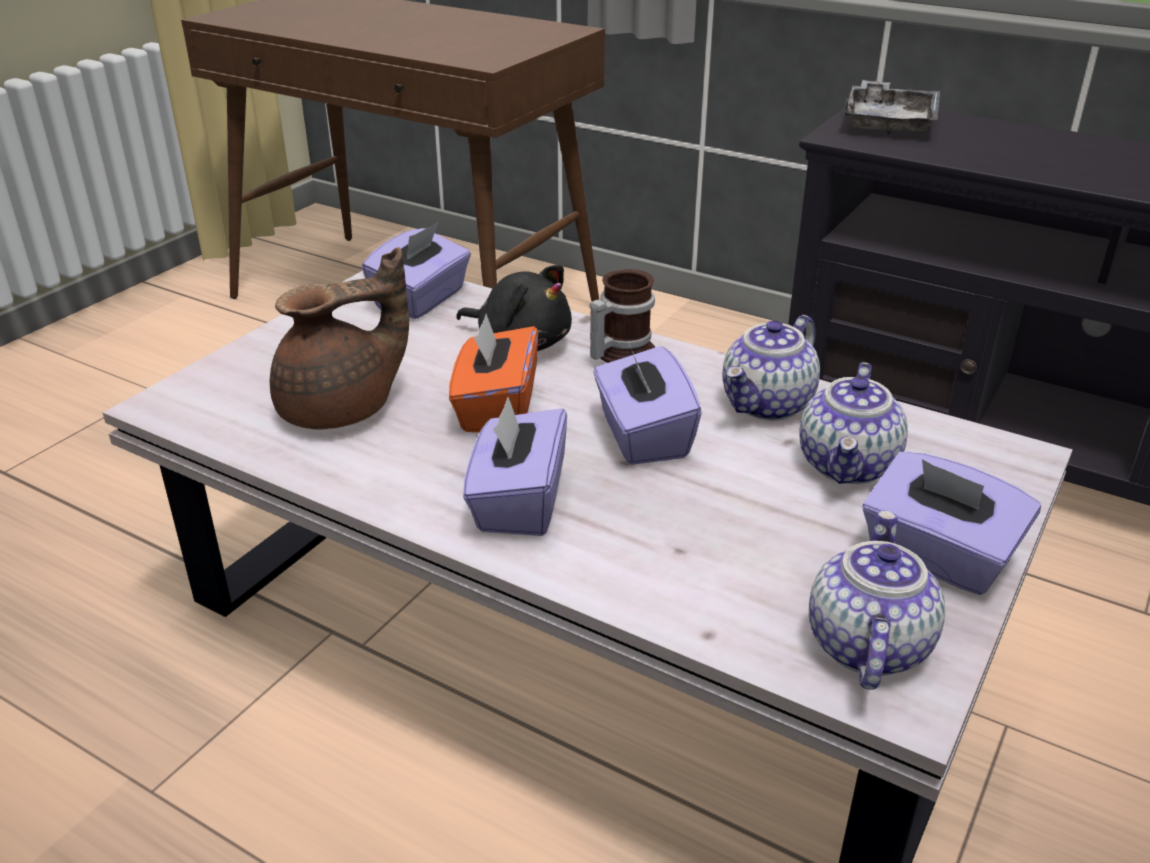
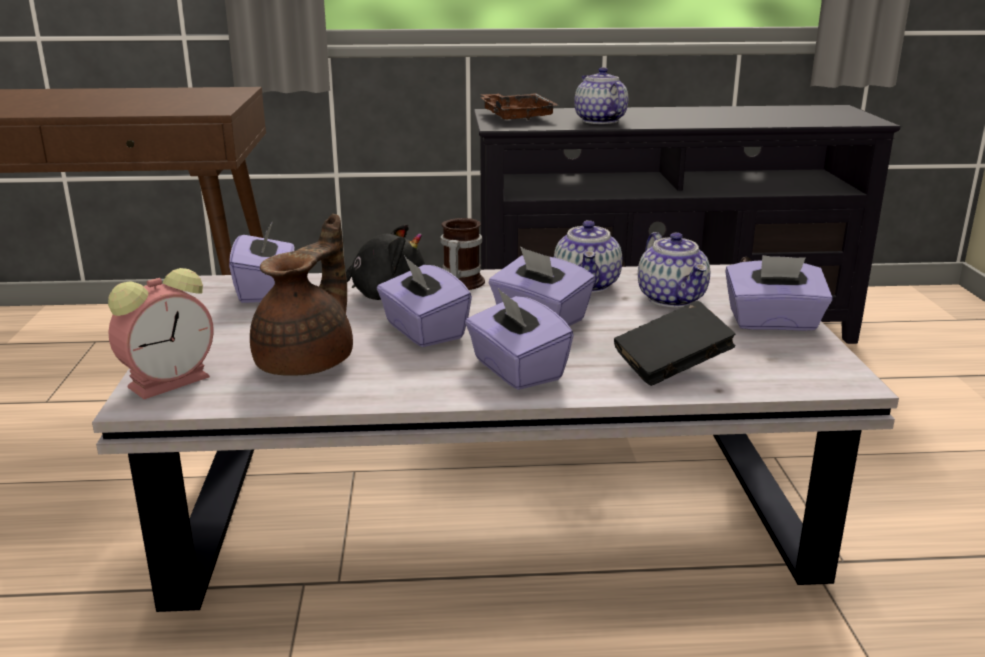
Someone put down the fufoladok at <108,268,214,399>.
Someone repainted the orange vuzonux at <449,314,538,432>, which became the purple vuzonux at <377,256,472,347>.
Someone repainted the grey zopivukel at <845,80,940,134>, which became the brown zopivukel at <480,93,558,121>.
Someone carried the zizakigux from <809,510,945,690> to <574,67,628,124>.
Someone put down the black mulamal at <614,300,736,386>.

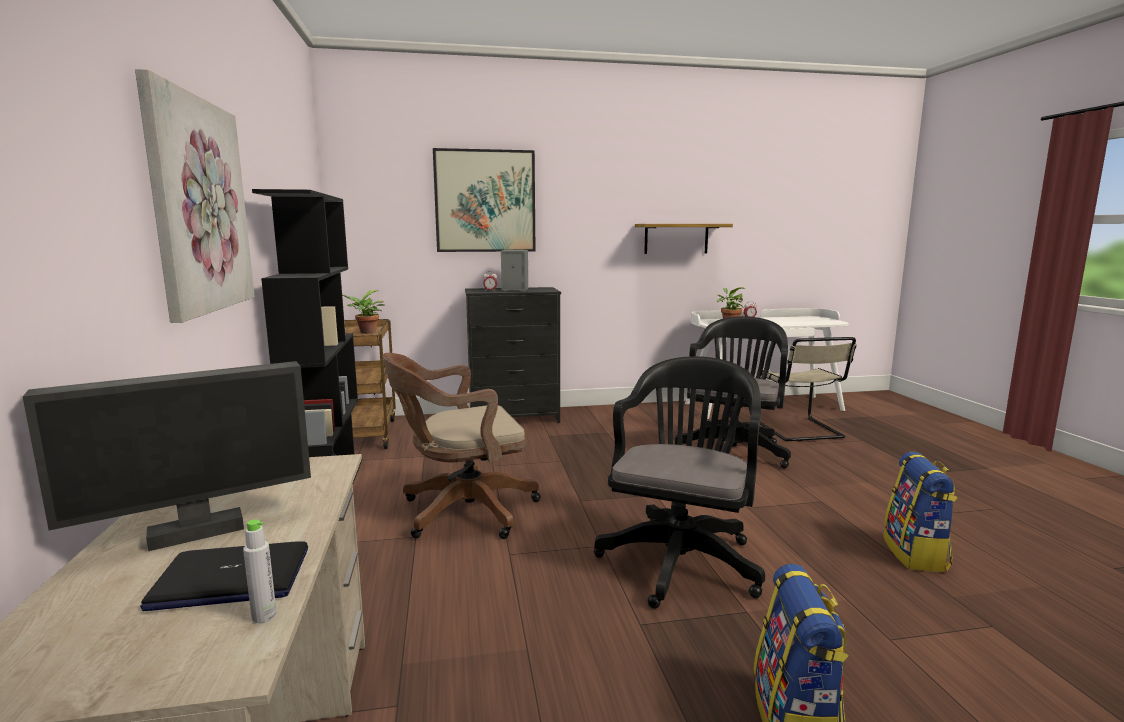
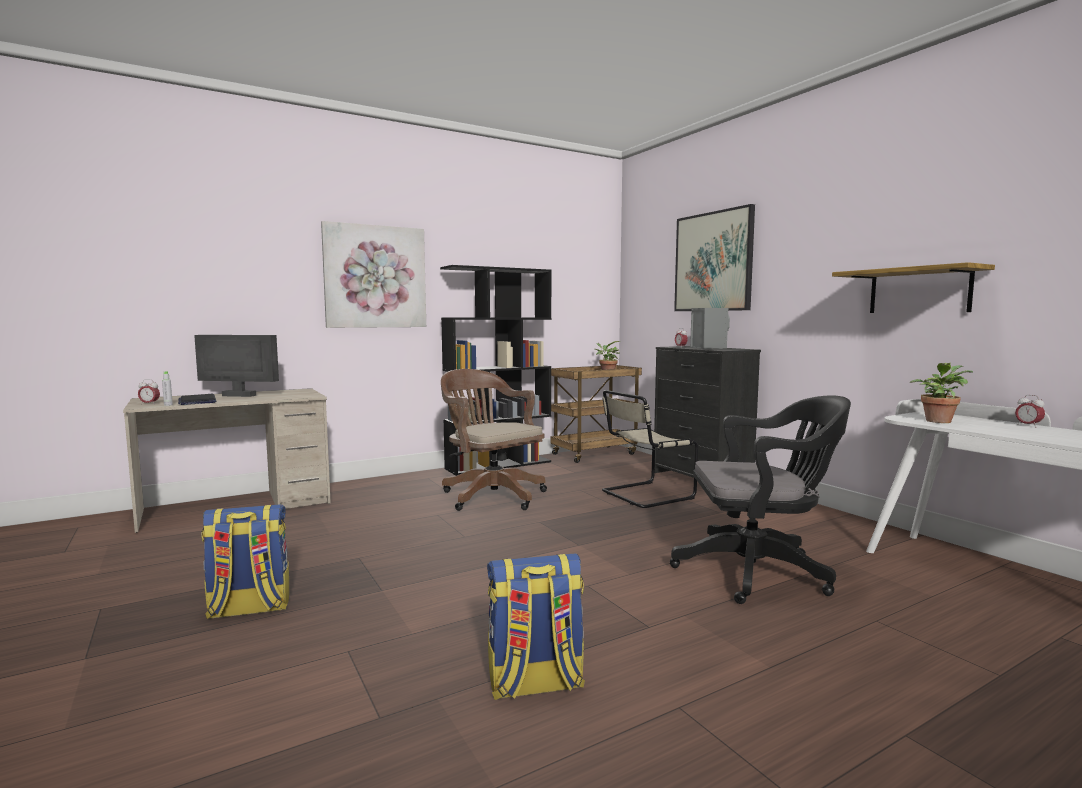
Someone put down the fufoladok at <138,379,160,405>.
Someone rotated the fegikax at <22,361,311,551> by 150 degrees clockwise.
Someone carried the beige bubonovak from <760,337,856,441> to <602,390,698,508>.
Someone took away the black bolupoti at <594,356,765,609>.

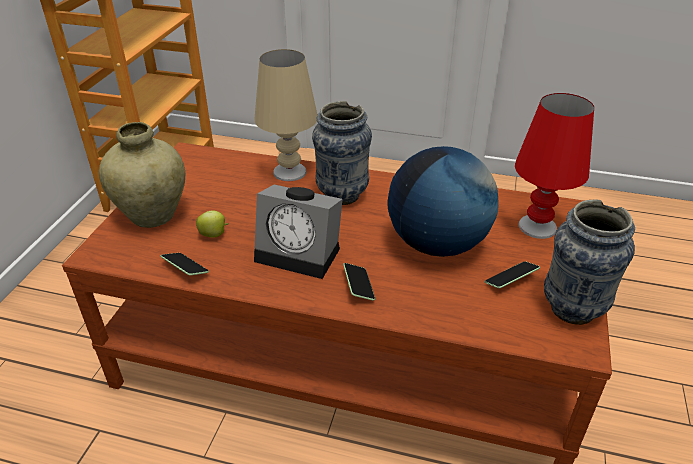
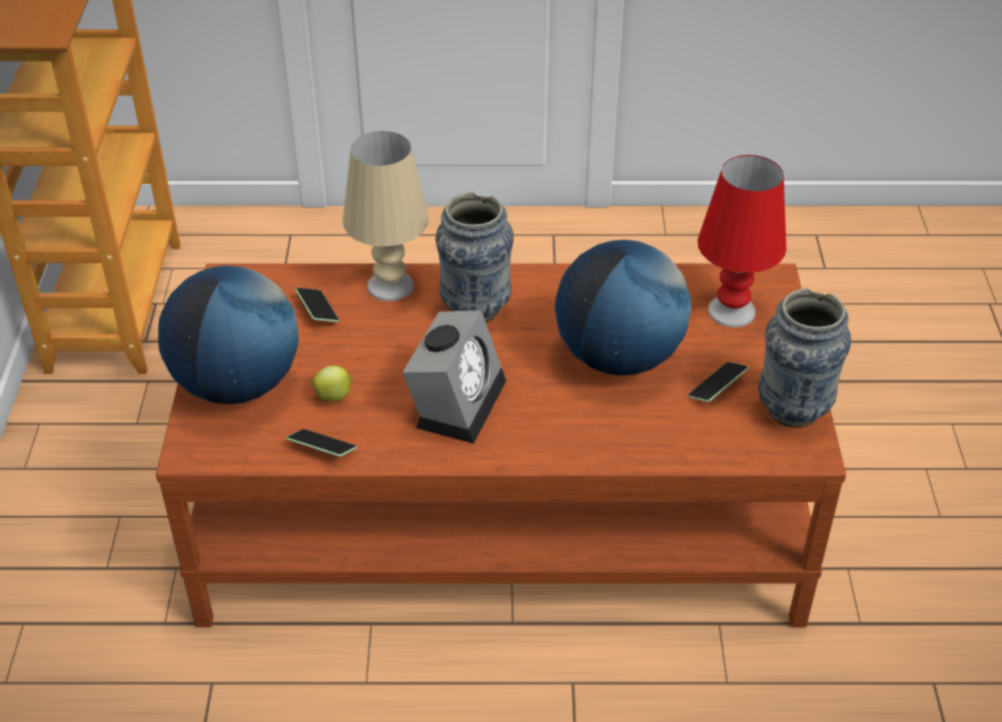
Someone swapped the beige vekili at <99,122,185,228> for the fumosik at <158,266,298,404>.
Someone carried the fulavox from <343,263,375,301> to <295,287,339,322>.
Someone rotated the fufoladok at <254,185,342,279> by 75 degrees counterclockwise.

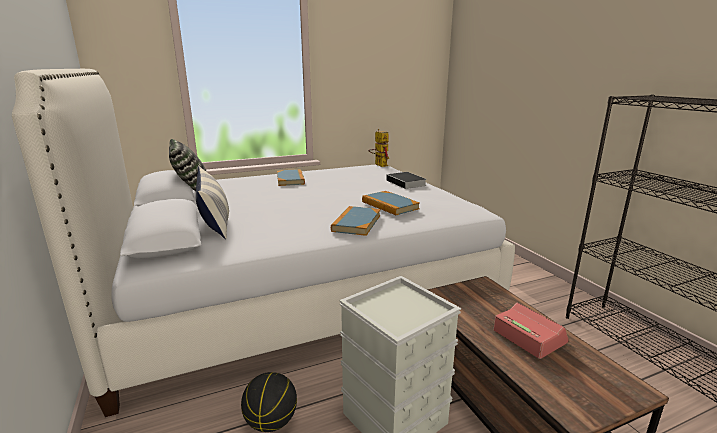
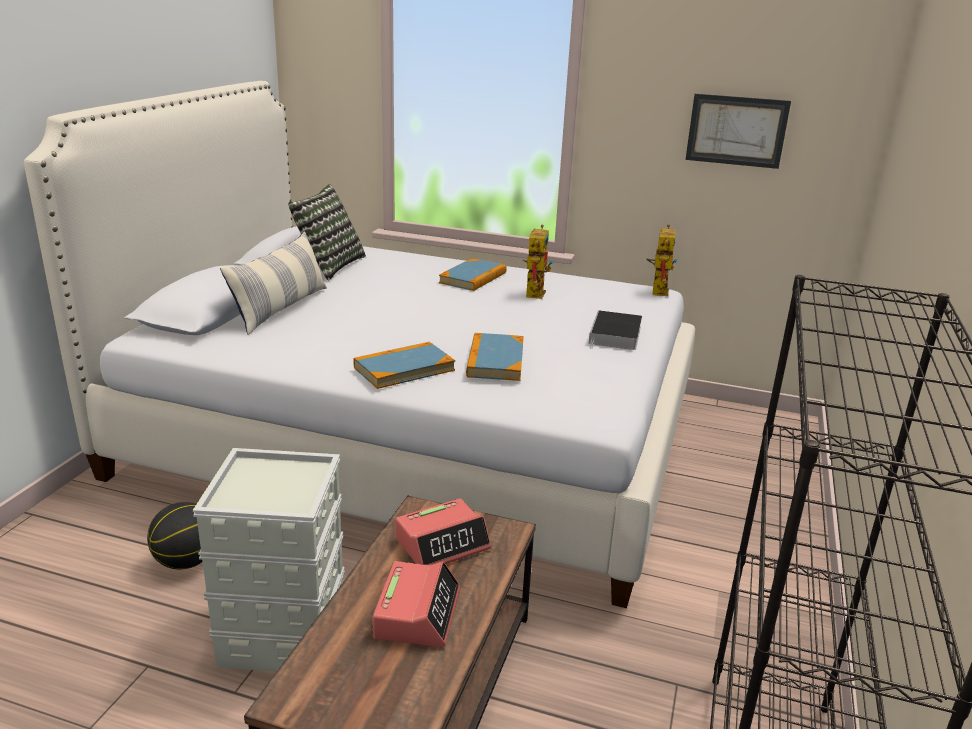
Someone put down the fufoladok at <395,498,491,565>.
Someone put down the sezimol at <523,225,553,299>.
Someone put up the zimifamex at <685,94,791,169>.

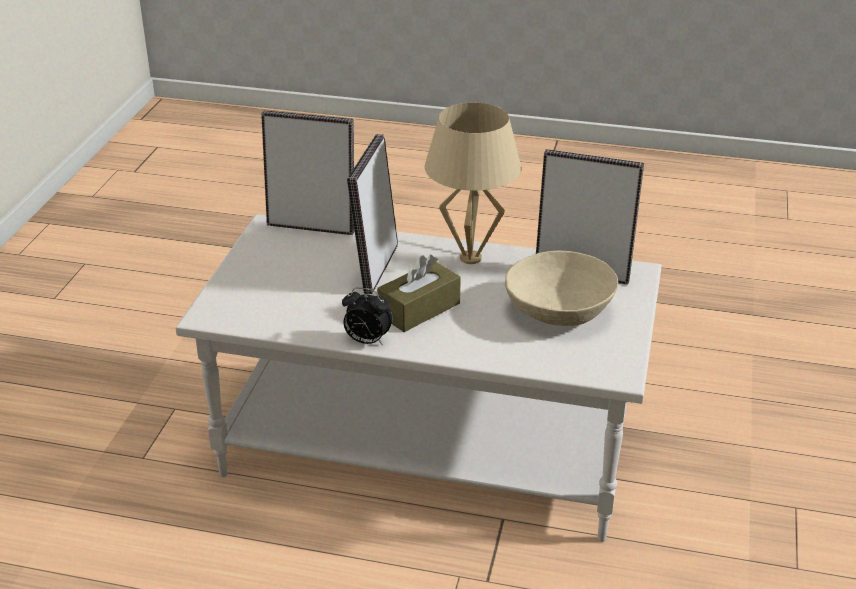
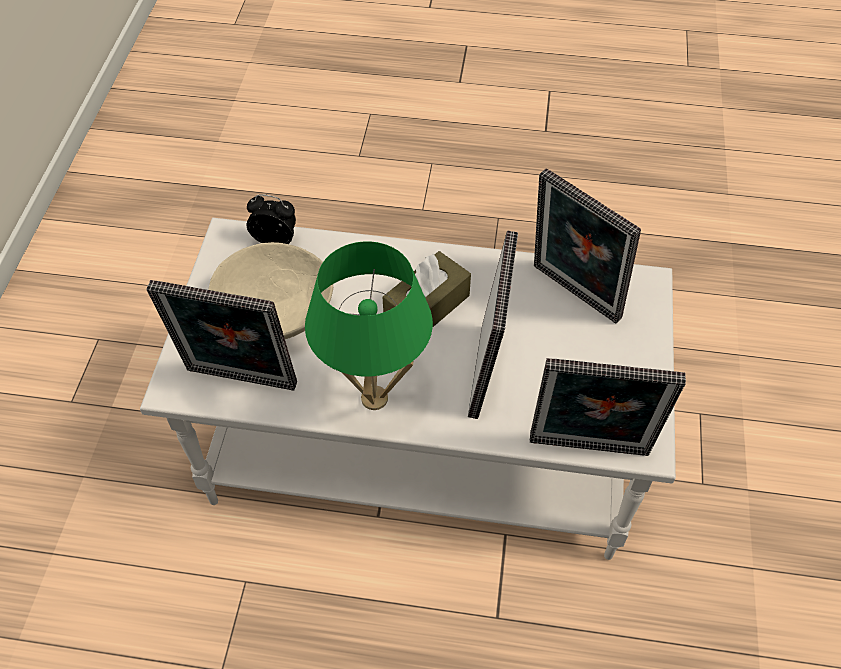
Someone carried the fufoladok from <342,287,393,345> to <247,194,296,244>.
Someone repainted the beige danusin at <425,102,521,264>, which became the green danusin at <305,242,433,410>.
Someone put down the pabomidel at <534,168,641,323>.

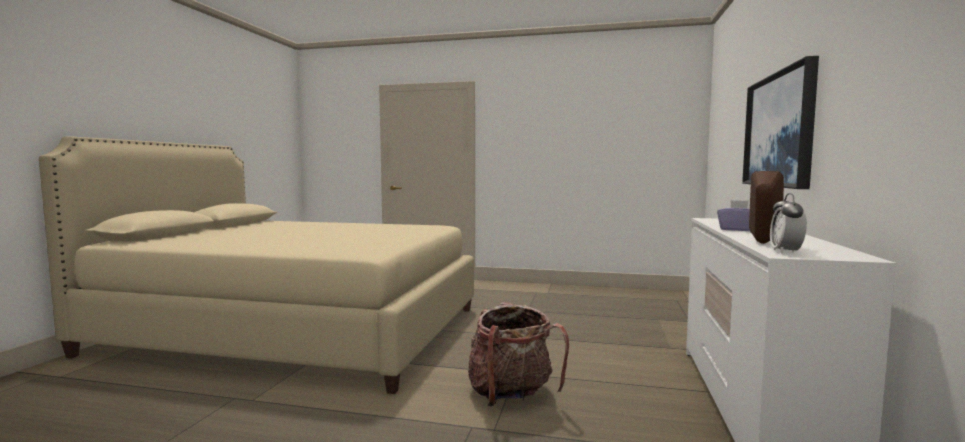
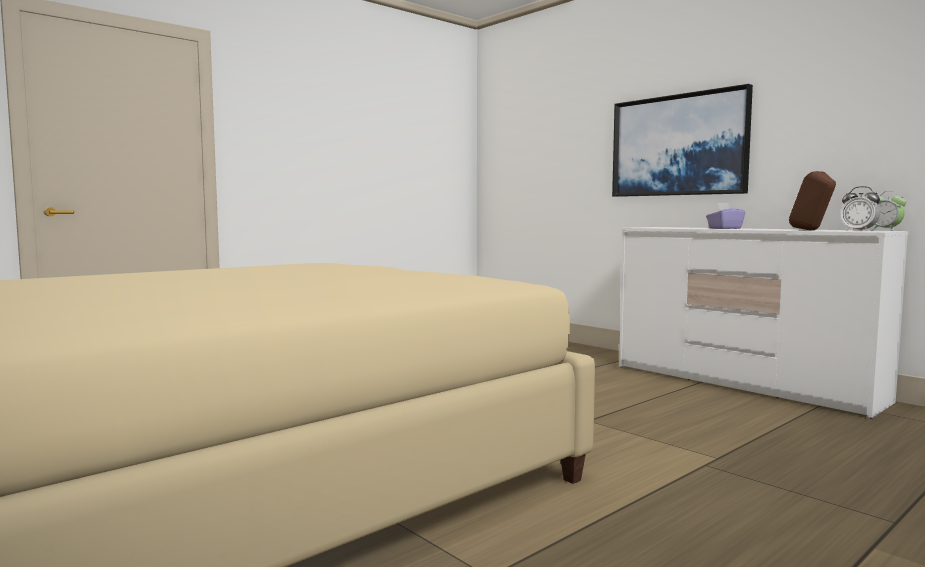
Someone put down the fufoladok at <868,191,906,231>.
Someone took away the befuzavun at <468,302,569,407>.

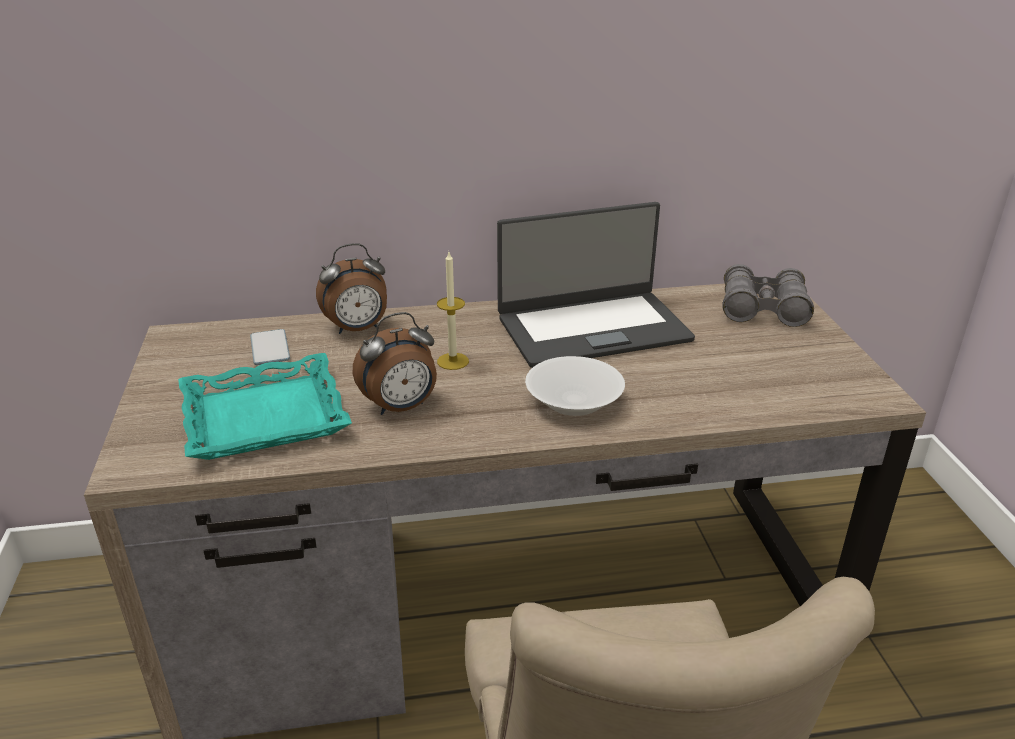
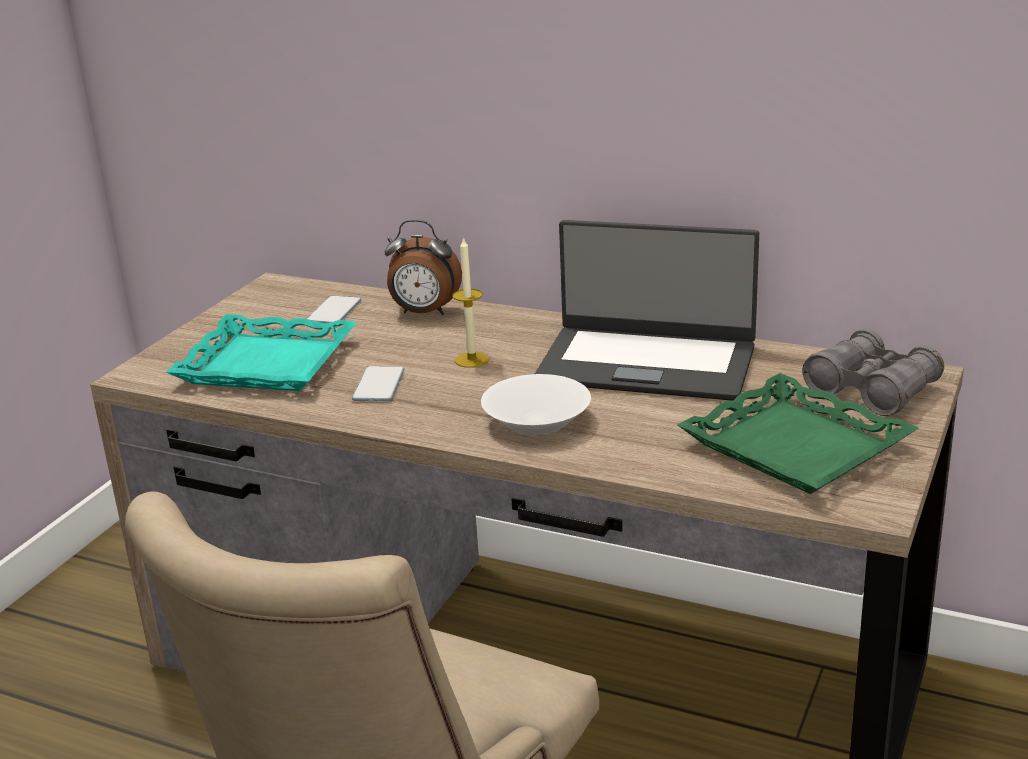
Someone swapped the fufoladok at <353,312,437,415> for the fulavox at <352,366,404,401>.
Someone put down the green zopivukel at <677,373,919,494>.

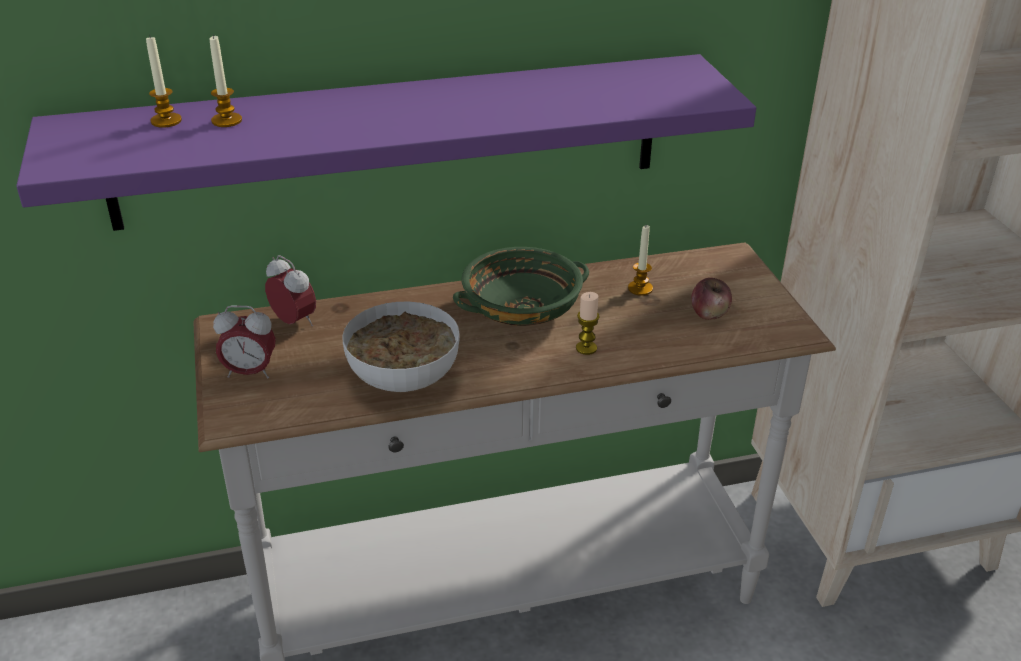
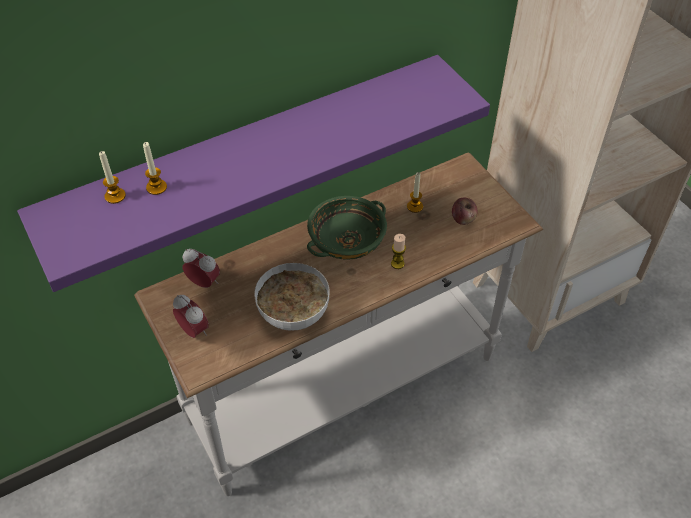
Someone rotated the fufoladok at <213,305,276,379> by 120 degrees counterclockwise.

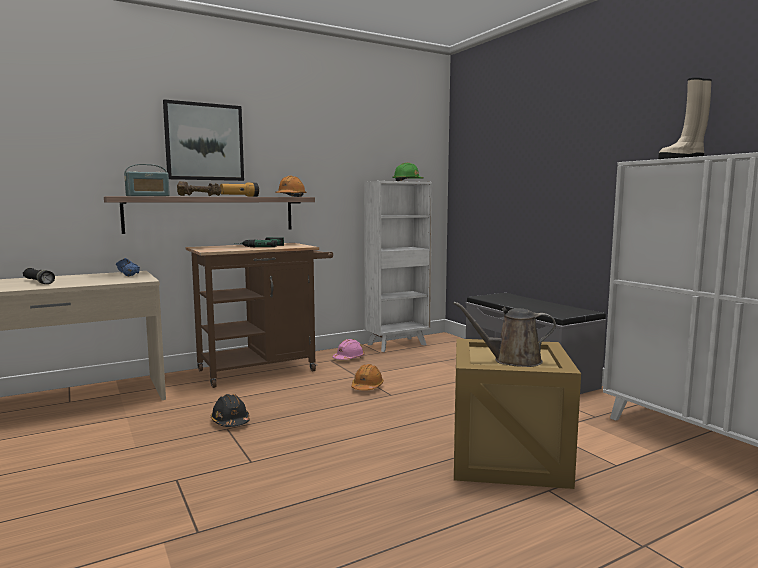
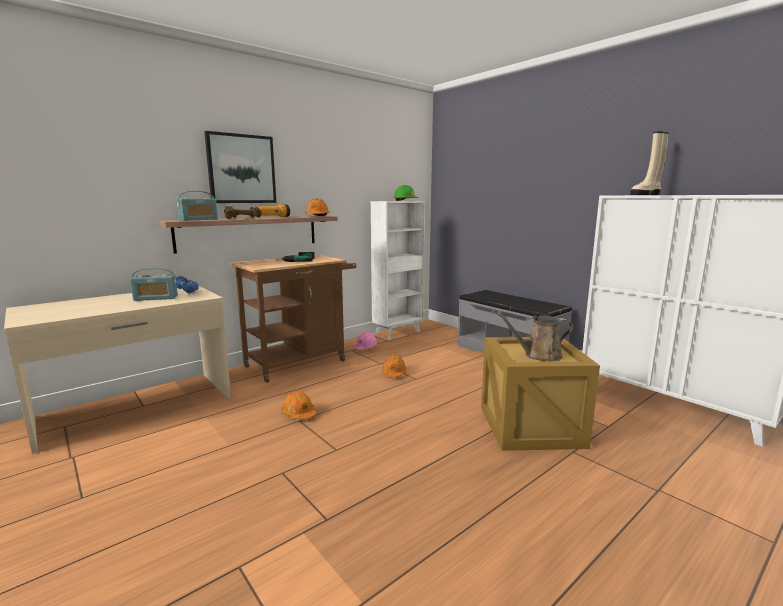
Someone put down the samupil at <130,268,178,301>.
Someone repainted the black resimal at <211,394,250,427>, which became the orange resimal at <281,391,317,420>.
Someone took away the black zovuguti at <23,268,55,284>.

